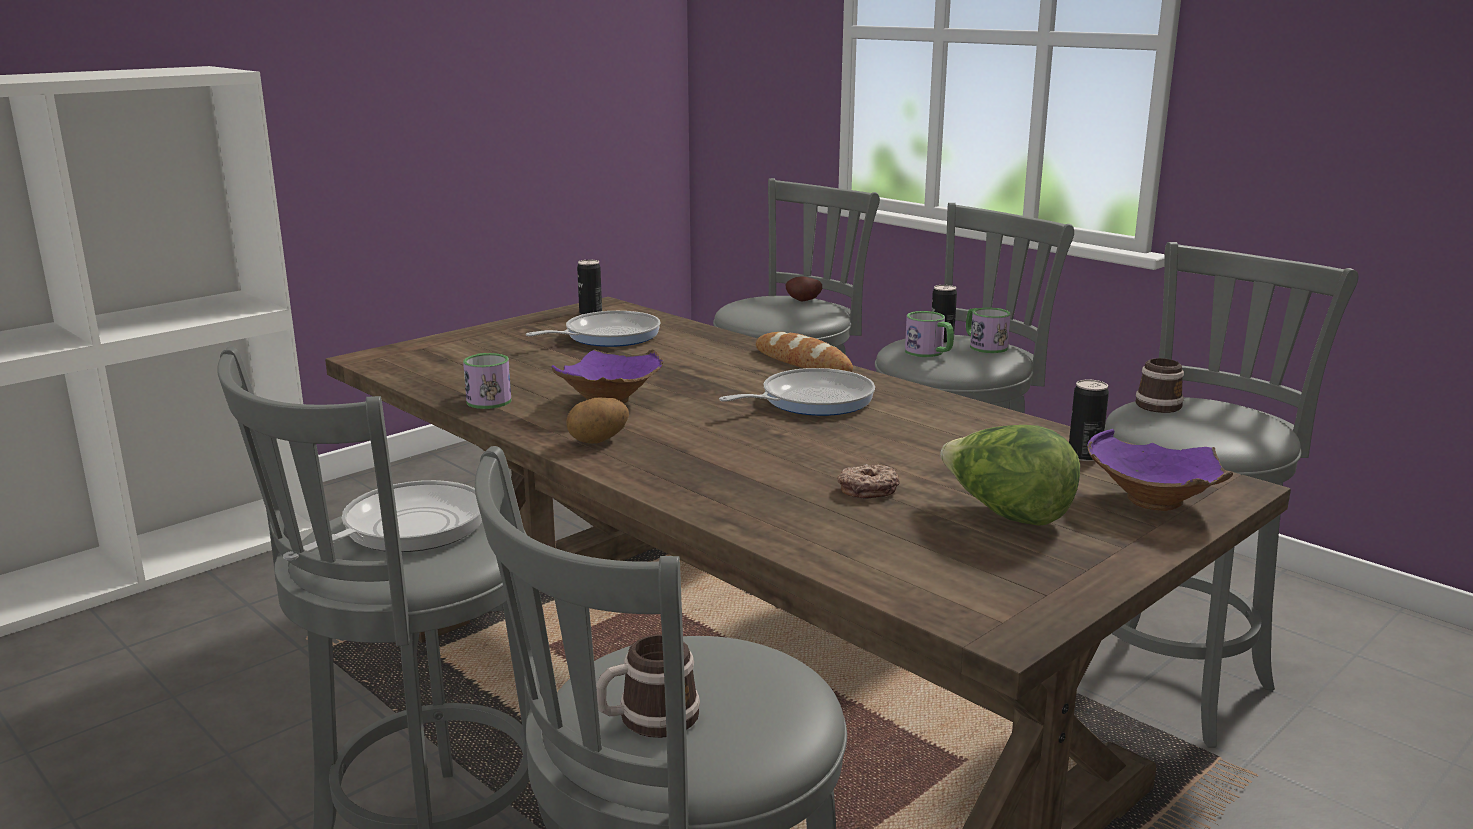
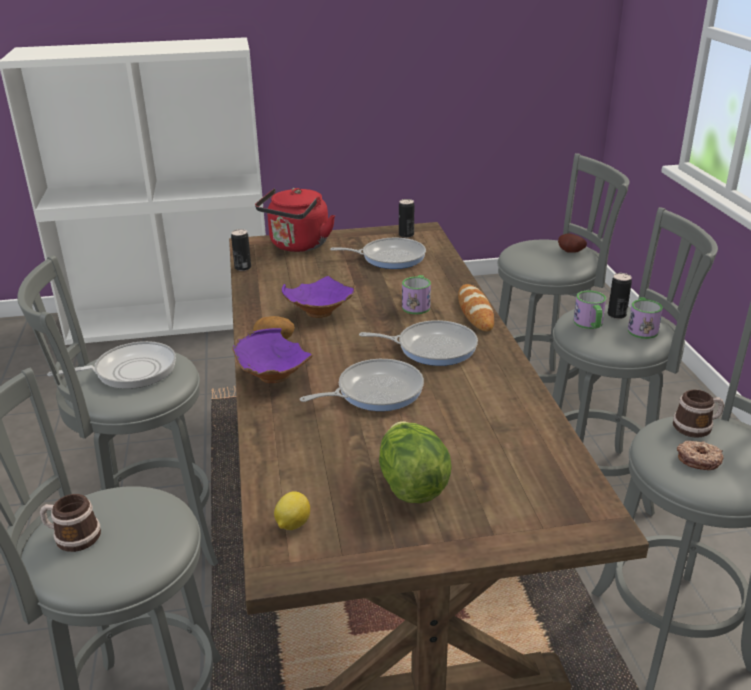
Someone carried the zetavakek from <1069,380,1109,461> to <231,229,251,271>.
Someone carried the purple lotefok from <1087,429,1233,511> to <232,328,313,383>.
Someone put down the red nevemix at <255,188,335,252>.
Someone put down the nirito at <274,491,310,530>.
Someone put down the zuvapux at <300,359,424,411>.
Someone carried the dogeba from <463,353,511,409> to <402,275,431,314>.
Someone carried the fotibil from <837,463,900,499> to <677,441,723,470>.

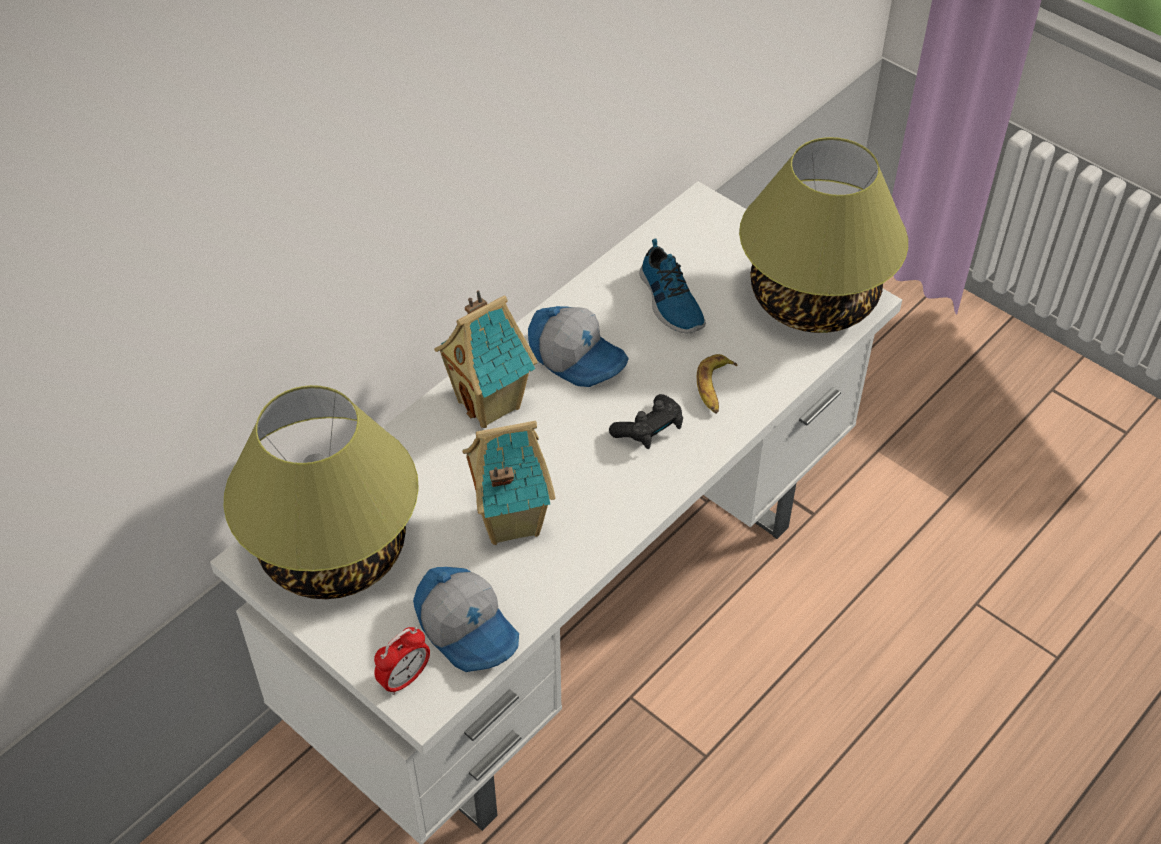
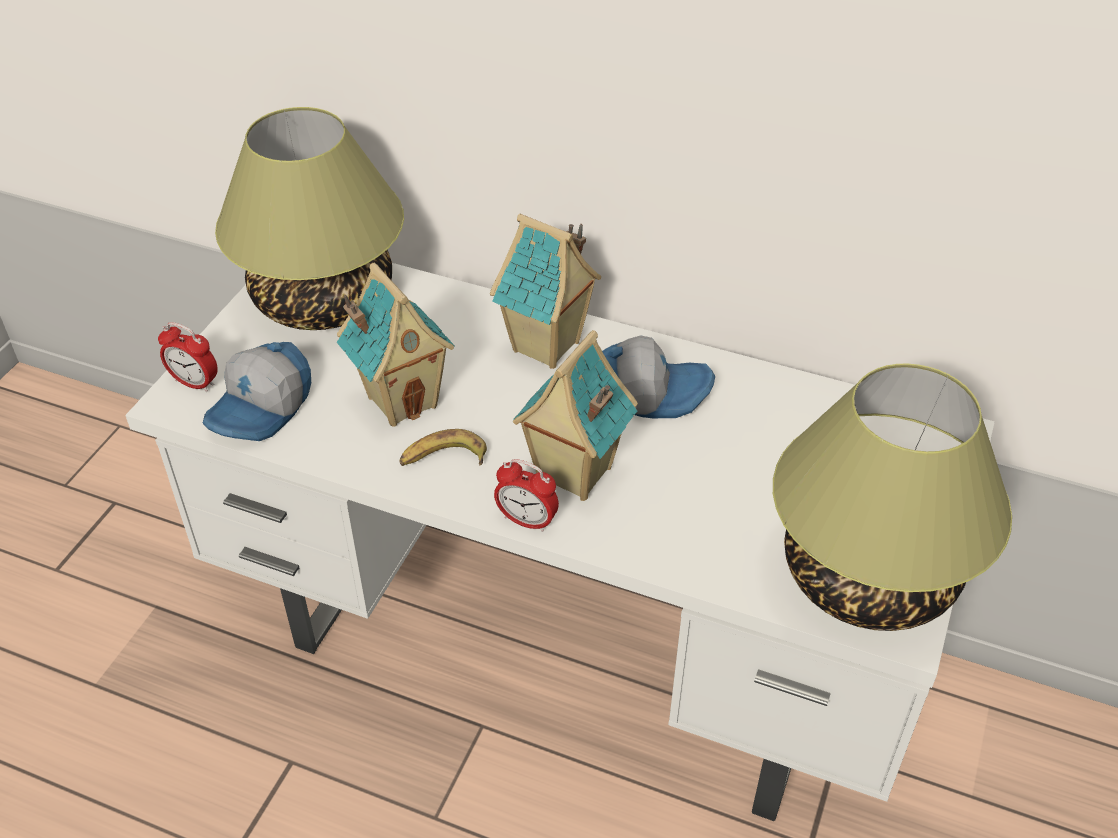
Someone carried the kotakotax from <697,354,738,413> to <399,429,487,466>.
Someone put down the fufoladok at <494,459,559,532>.
Someone swapped the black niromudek at <609,394,683,449> for the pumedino at <513,330,638,501>.
Someone rotated the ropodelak at <528,306,629,387> by 105 degrees counterclockwise.
Someone took away the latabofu at <639,239,706,334>.

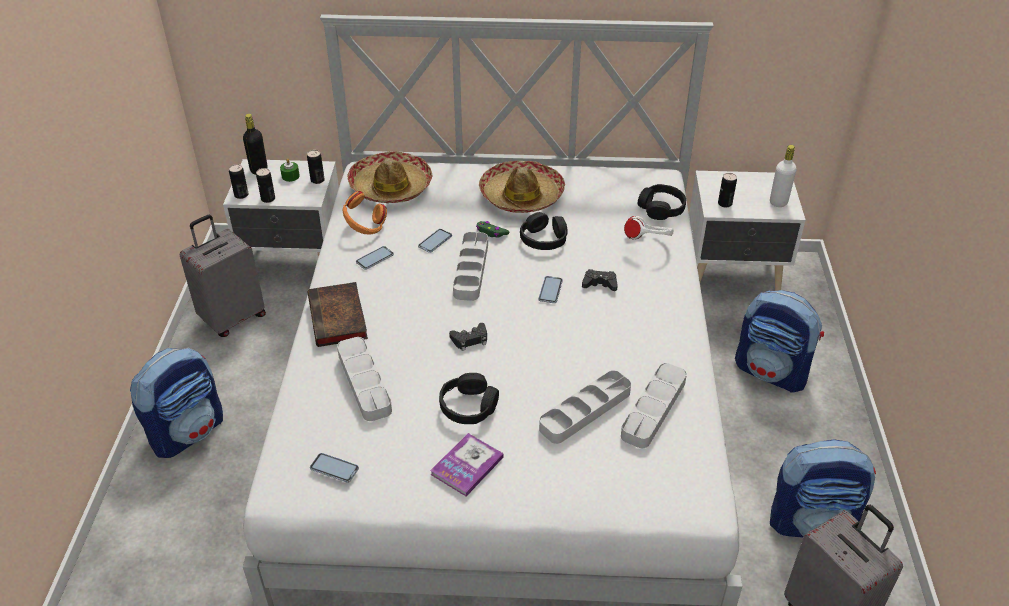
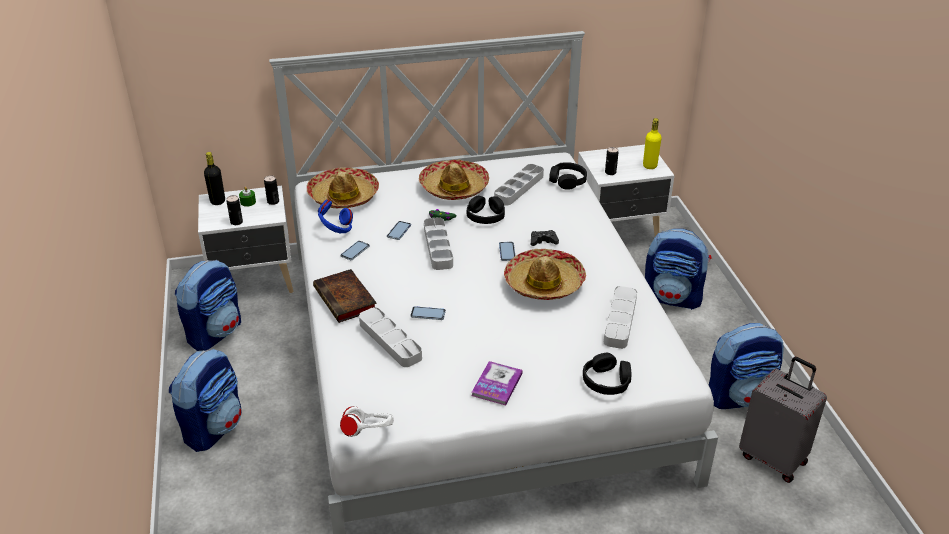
Someone swapped the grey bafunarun at <180,215,266,337> for the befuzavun at <175,260,241,351>.
Someone repainted the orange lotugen at <343,191,387,235>, which became the blue lotugen at <318,200,353,233>.
Someone carried the white lotugen from <624,216,673,239> to <340,406,394,437>.
Someone carried the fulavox from <310,453,359,483> to <410,306,446,320>.
Someone carried the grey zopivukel from <539,370,631,444> to <494,164,544,205>.
Someone put down the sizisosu at <504,249,586,300>.
Someone carried the black lotugen from <439,373,499,424> to <583,353,631,395>.
Someone repainted the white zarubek at <770,145,797,207>, which became the yellow zarubek at <643,118,661,169>.
Someone took away the zetavakek at <229,164,249,199>.
Someone took away the black niromudek at <449,323,487,351>.

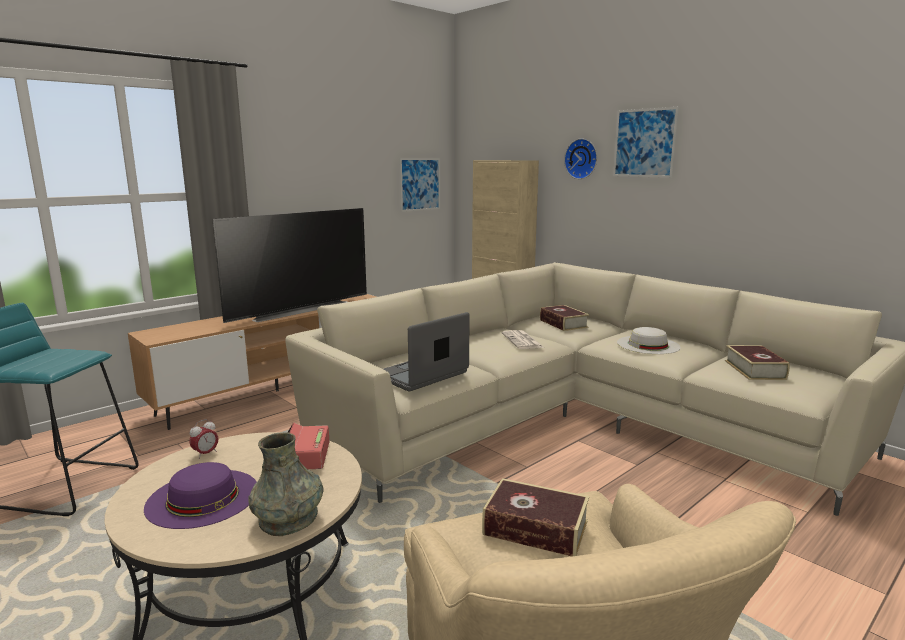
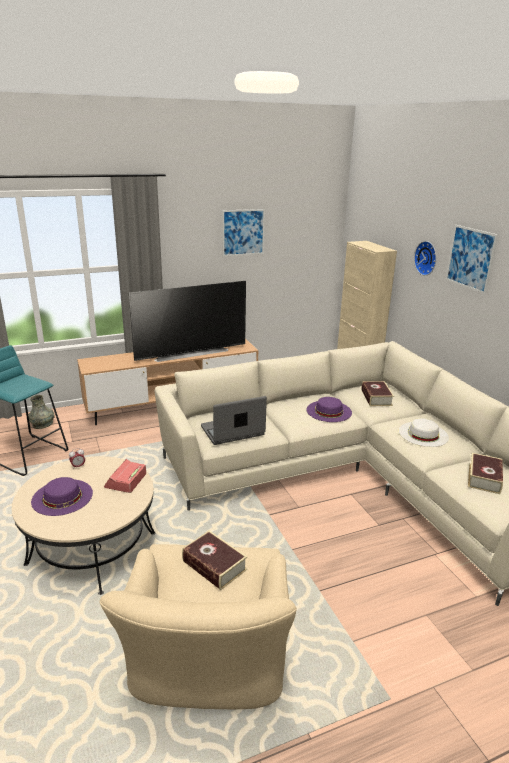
Someone carried the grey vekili from <249,432,324,536> to <28,395,54,429>.
Someone carried the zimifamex from <399,158,440,212> to <222,209,265,256>.
Someone swapped the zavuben at <502,330,544,349> for the purple sizisosu at <306,397,352,422>.

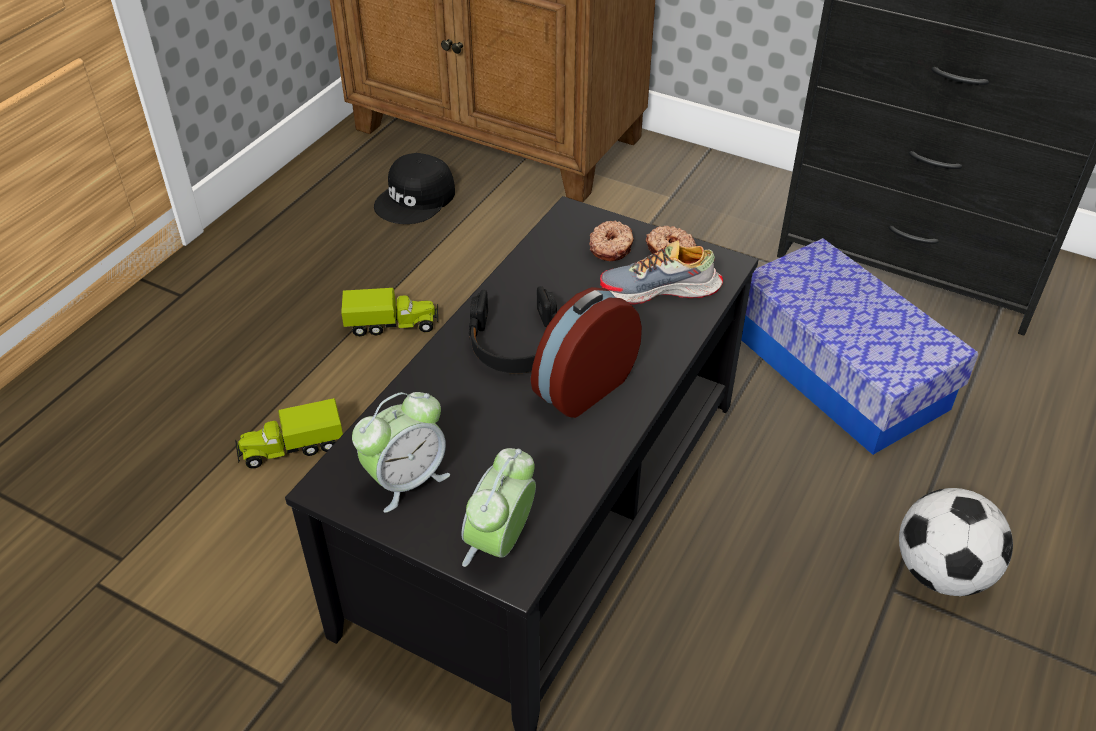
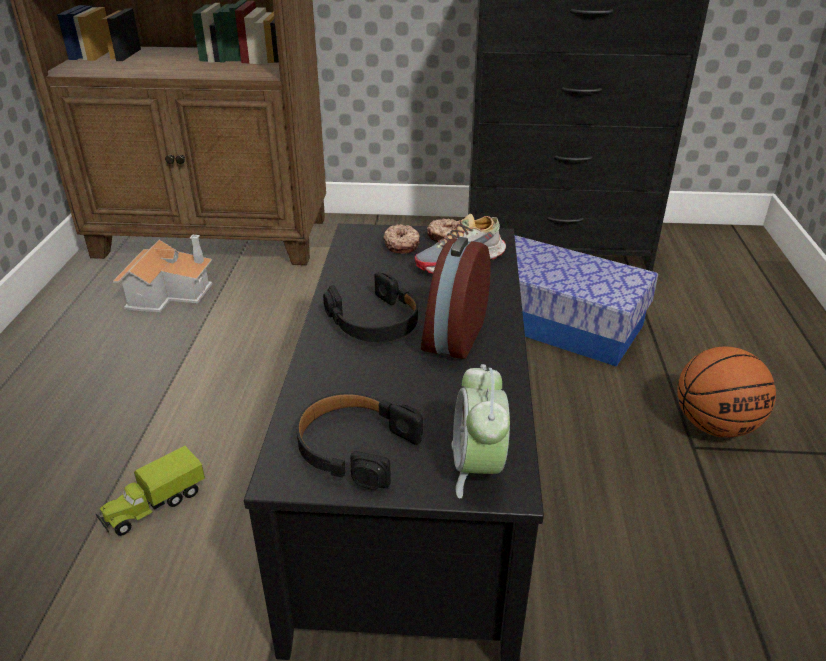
Someone swapped the black ropodelak at <374,153,455,224> for the pumedino at <113,235,213,312>.
Someone swapped the fufoladok at <352,392,450,513> for the black lotugen at <296,393,423,490>.
Someone swapped the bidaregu at <899,488,1013,596> for the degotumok at <677,346,776,437>.
Someone took away the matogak at <341,288,438,336>.

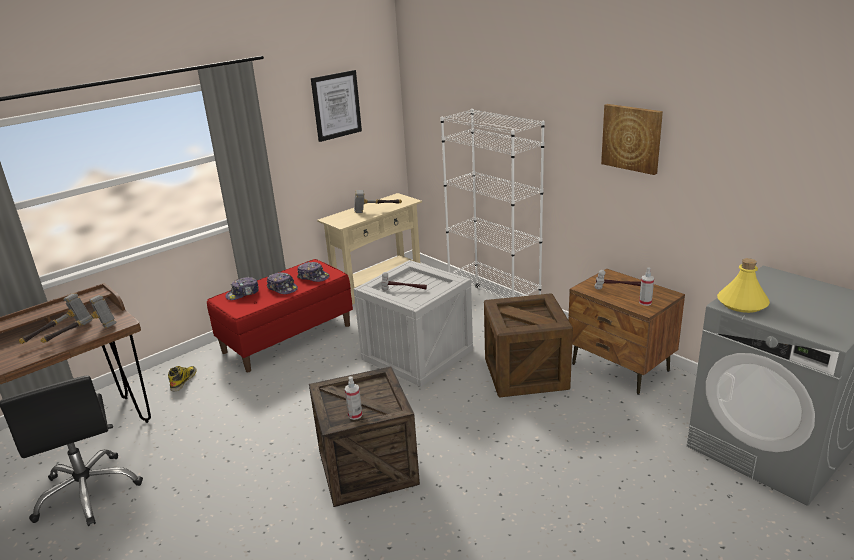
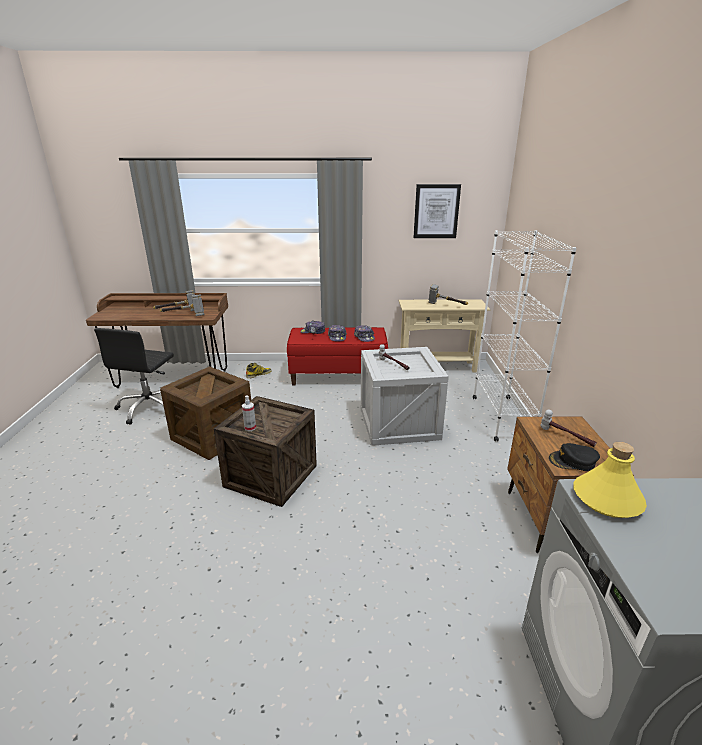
Someone carried the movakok from <484,293,573,397> to <160,366,251,460>.
Someone swapped the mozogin at <639,267,654,306> for the black ropodelak at <549,443,600,471>.
Someone took away the zimifamex at <601,104,663,175>.

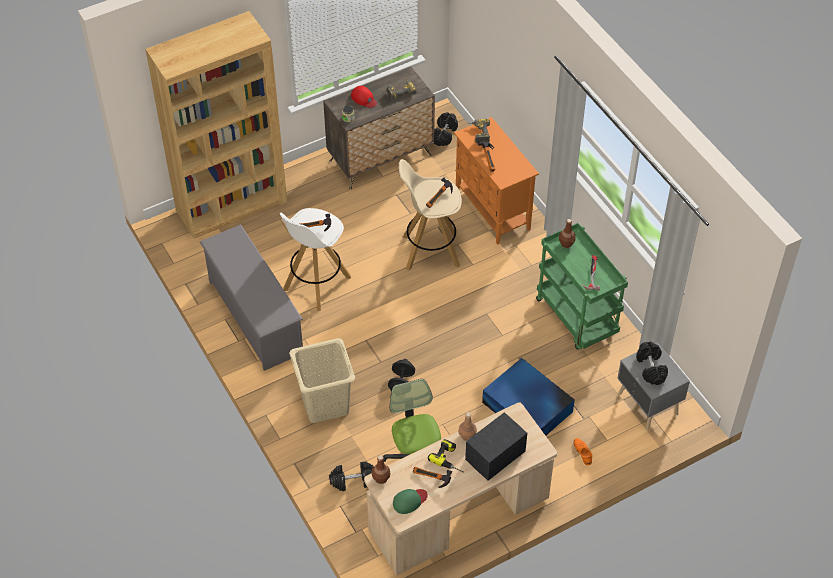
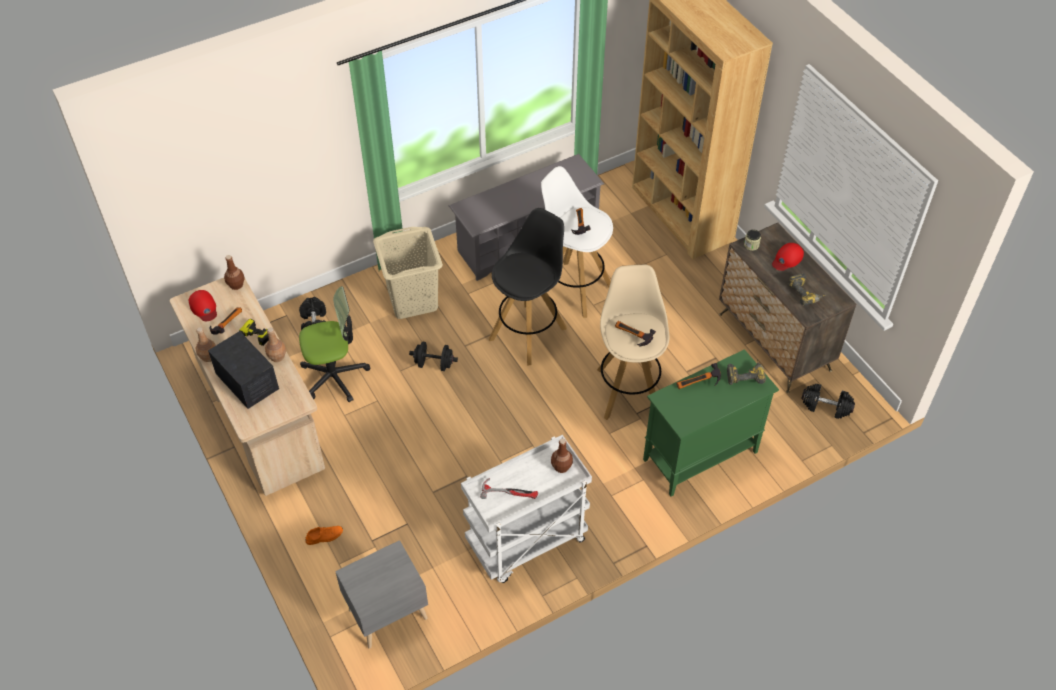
Someone repainted the green ropodelak at <393,489,428,514>, which became the red ropodelak at <189,290,217,321>.
Someone put down the brown zarubek at <195,327,216,362>.
Someone repainted the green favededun at <536,223,628,350>, which became the white favededun at <461,435,592,583>.
Someone put down the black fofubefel at <489,208,567,366>.
Someone repainted the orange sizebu at <454,117,539,245>, which became the green sizebu at <643,349,779,497>.
Someone took away the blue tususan at <482,358,575,436>.
Someone took away the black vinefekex at <636,341,668,385>.

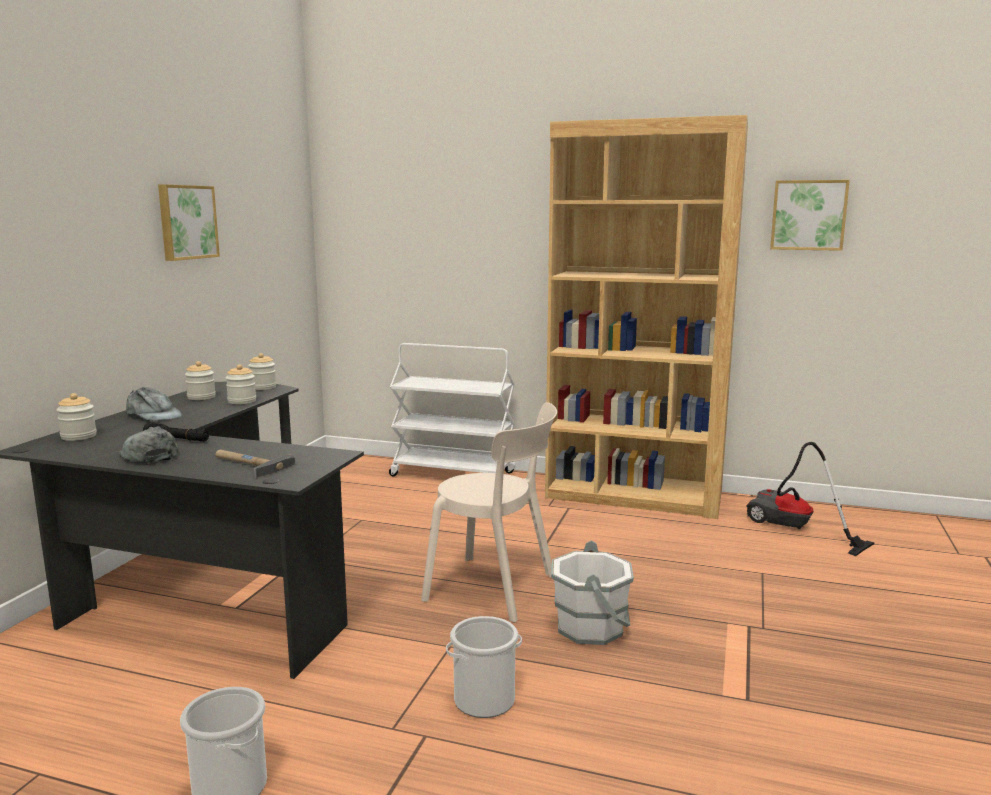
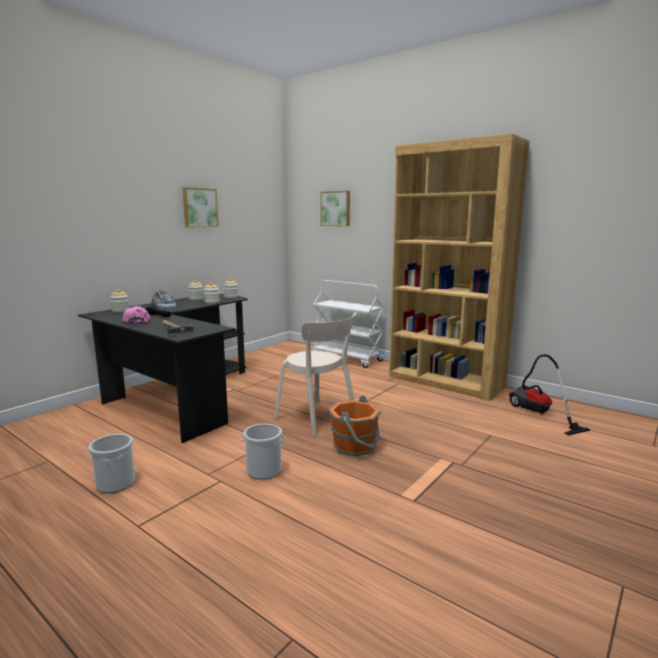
Someone repainted the grey ropodelak at <118,426,179,462>, which became the pink ropodelak at <122,306,151,323>.
Someone carried the zimifamex from <770,180,850,251> to <321,191,350,226>.
Someone repainted the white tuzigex at <551,540,634,645>, which became the orange tuzigex at <328,395,381,457>.

